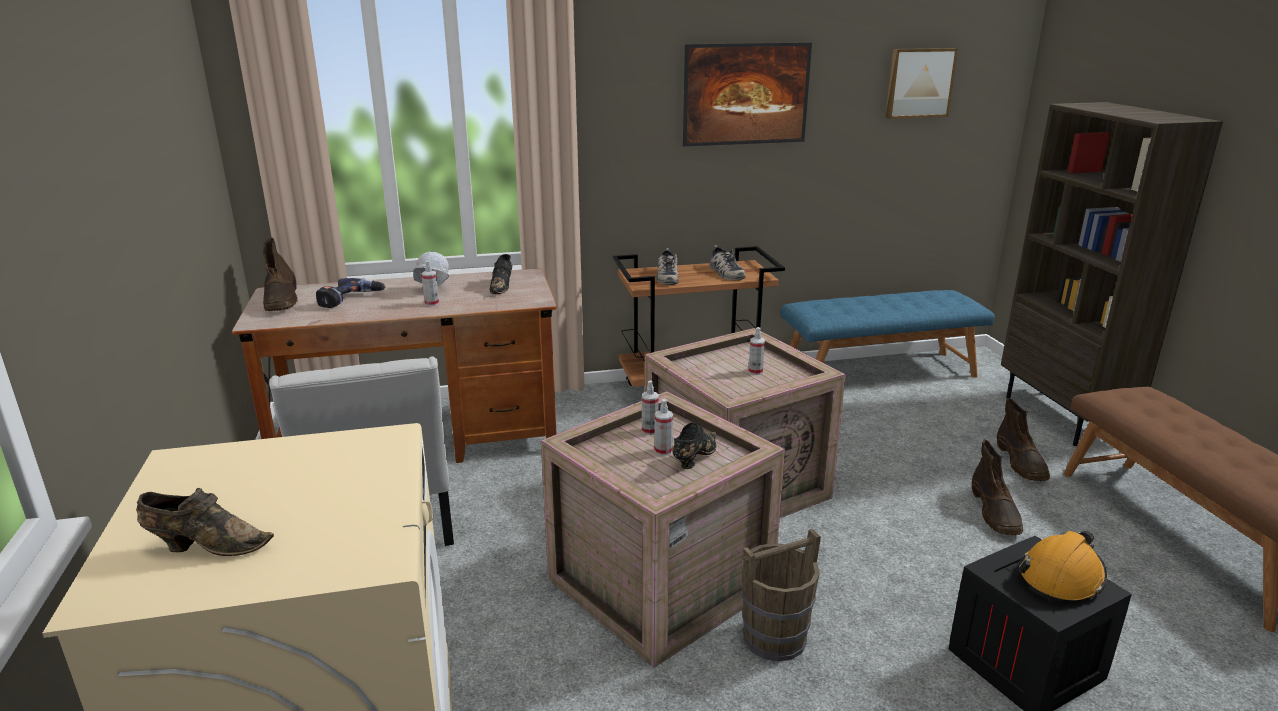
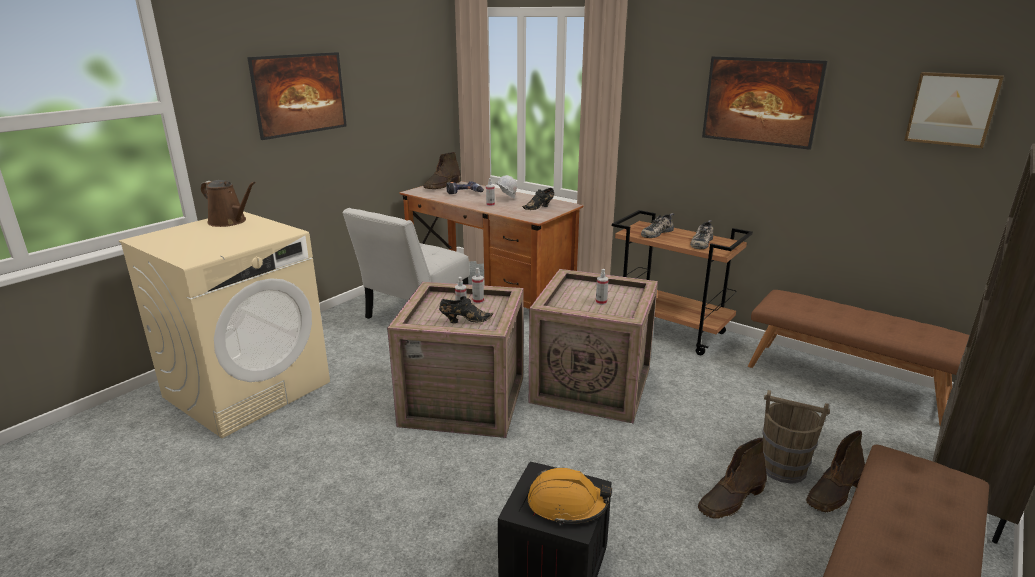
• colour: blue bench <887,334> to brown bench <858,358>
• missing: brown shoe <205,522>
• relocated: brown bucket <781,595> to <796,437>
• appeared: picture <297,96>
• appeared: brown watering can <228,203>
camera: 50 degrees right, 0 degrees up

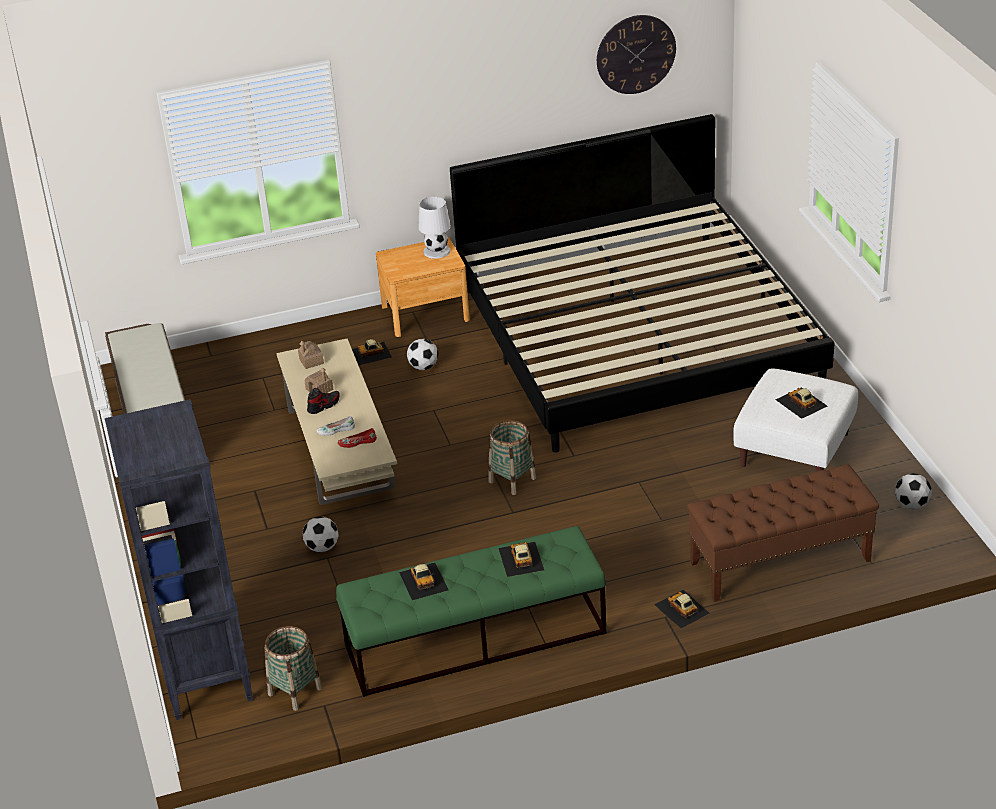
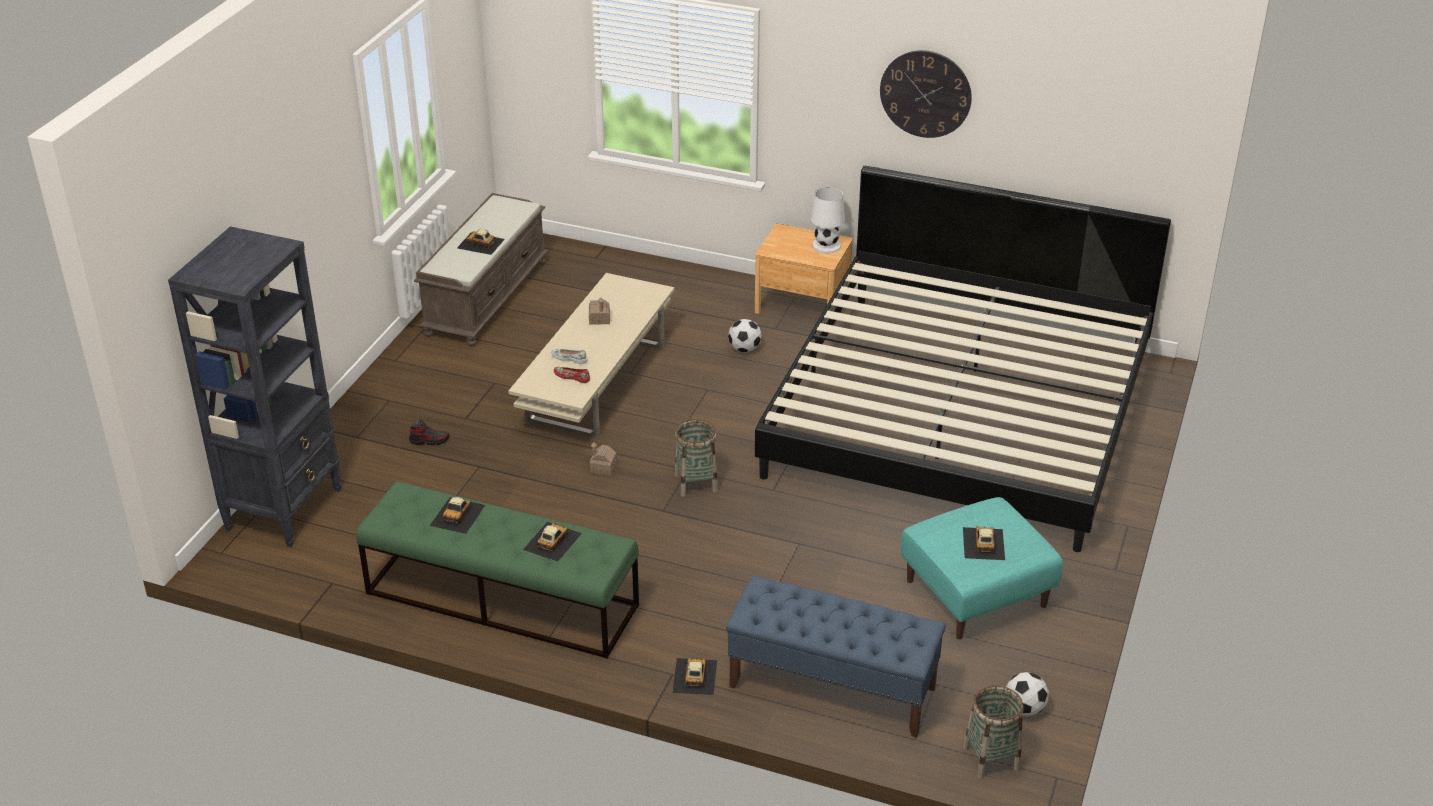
• relocated: wall clock <636,54> to <926,94>
• relocated: toy car <372,352> to <481,242>
• relocated: toy house <311,355> to <603,459>
• colour: white ottoman <795,419> to turquoise ottoman <982,568>
• relocated: shoe <323,401> to <429,432>
• colour: brown bench <783,533> to blue bench <836,657>
• missing: football <320,534>
• relocated: basket <293,668> to <993,732>
camera: 35 degrees right, 0 degrees up

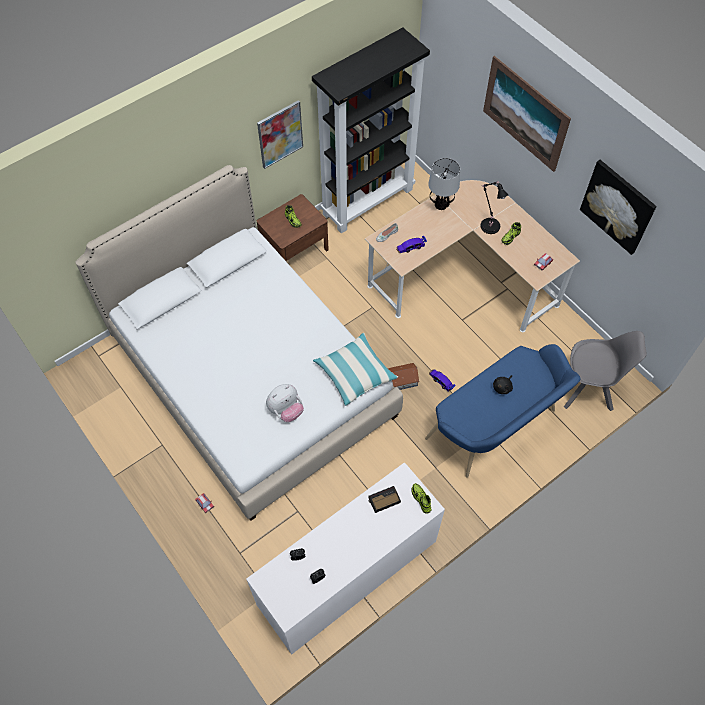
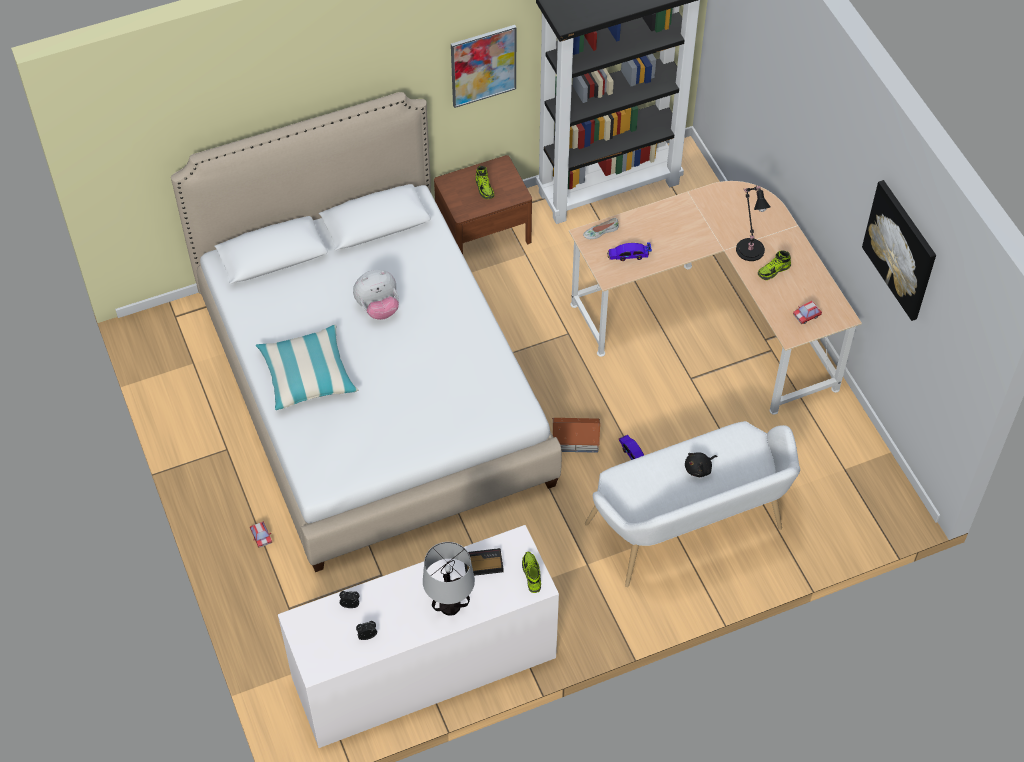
• missing: picture <527,114>
• relocated: table lamp <444,184> to <449,579>
• missing: grey chair <605,371>
• relocated: pillow <355,369> to <307,367>
• colour: blue bench <503,411> to white bench <692,504>
• relocated: plush toy <285,403> to <376,295>
camera: 15 degrees right, 5 degrees down

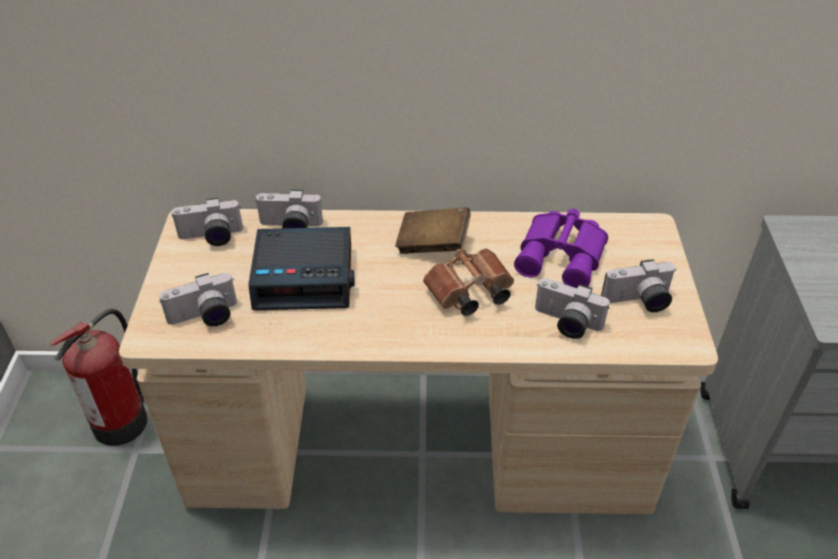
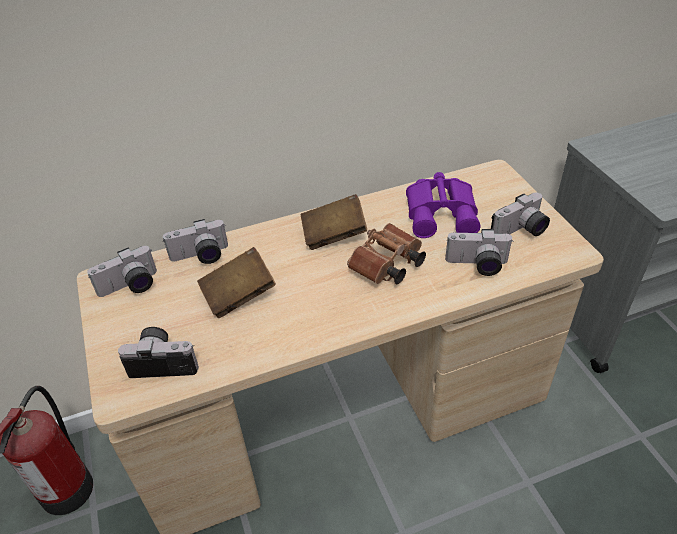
• exchanged: alarm clock <301,268> to brown book <236,282>
• spun: photo camera <198,299> = <158,352> 135 degrees counterclockwise
camera: 20 degrees left, 0 degrees up

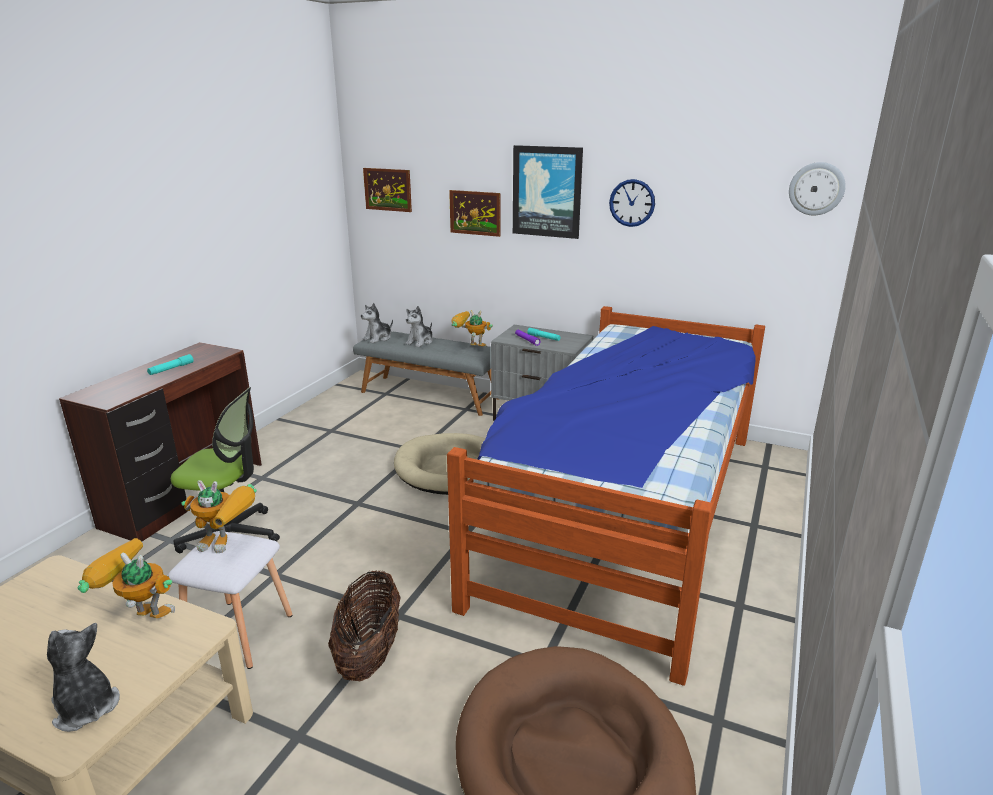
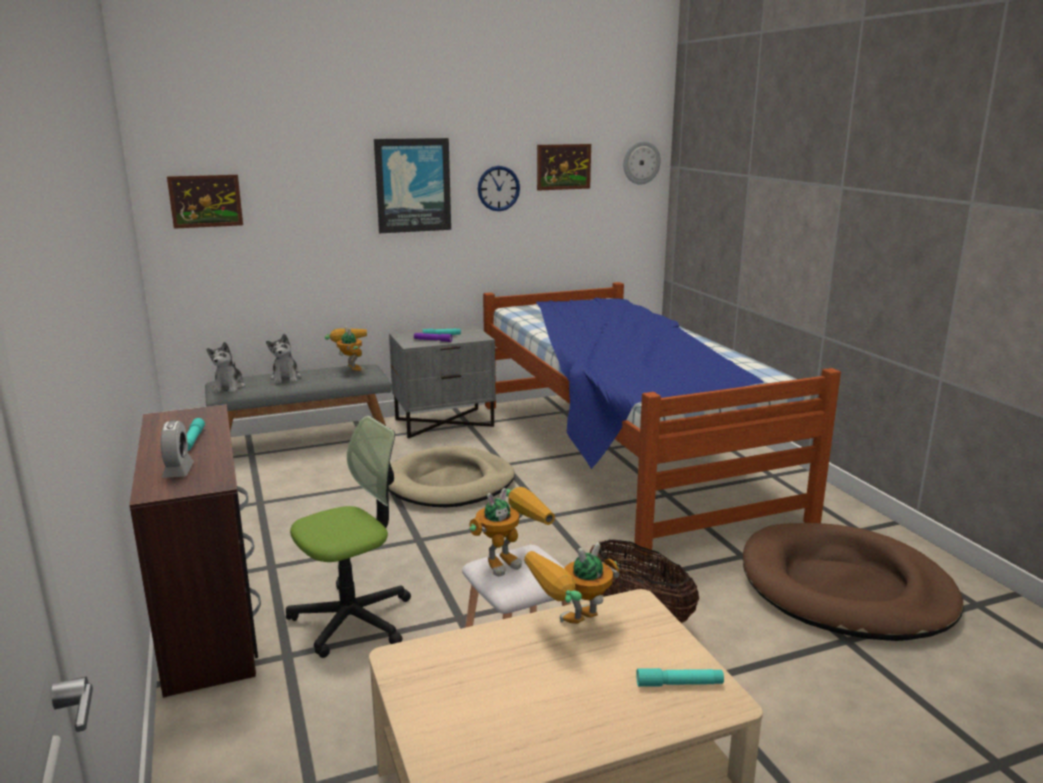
• relocated: picture <475,213> to <564,167>
• spun: toy robot <472,328> = <346,349> 90 degrees clockwise
• exchanged: plush toy <83,677> to turquoise flashlight <680,677>
• appeared: alarm clock <177,449>
camera: 45 degrees left, 5 degrees down

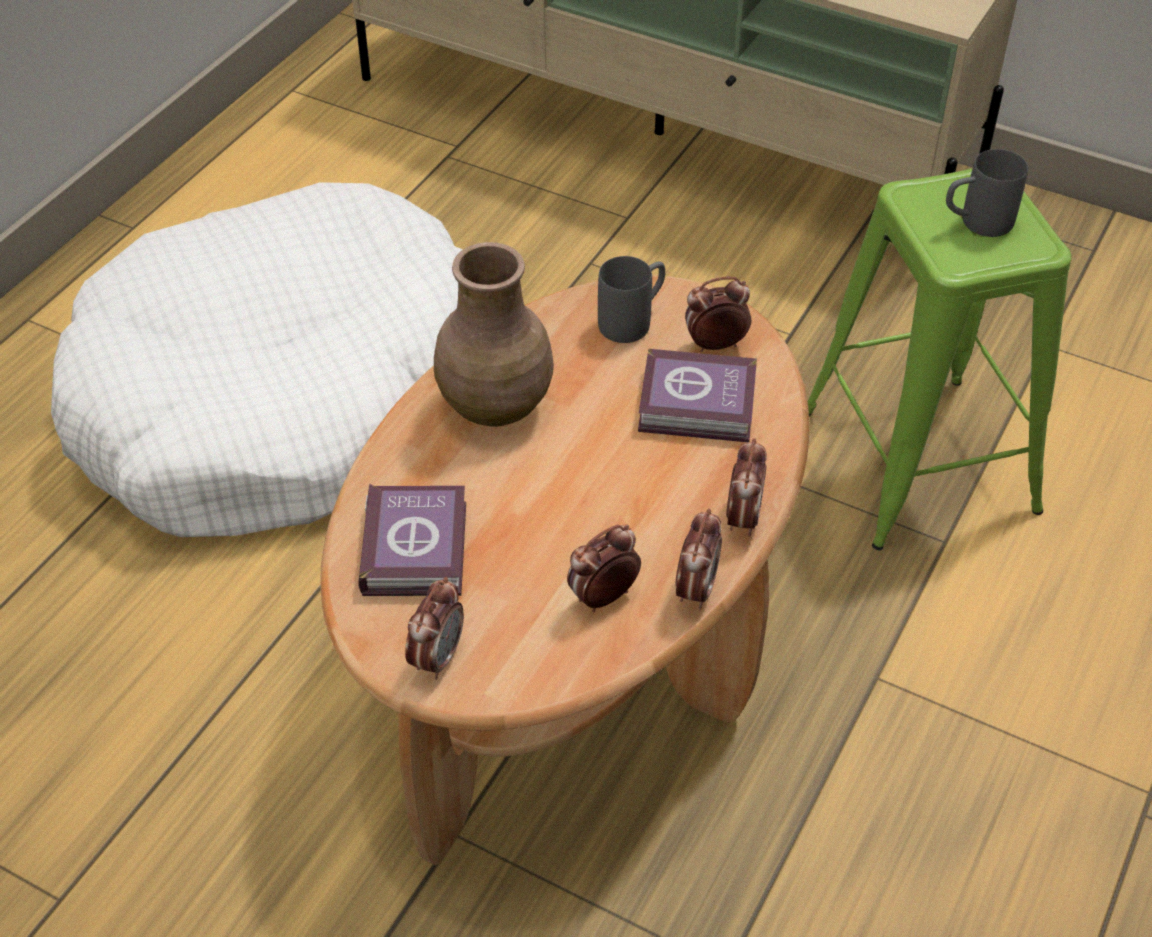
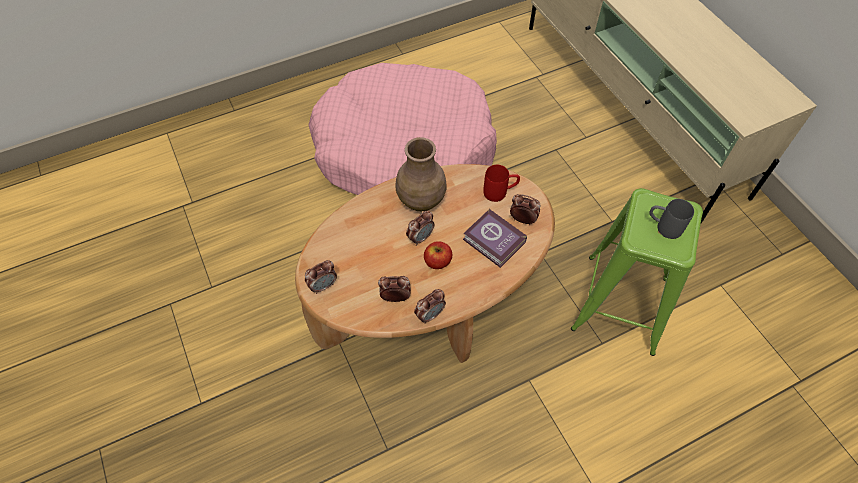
• colour: white dog bed <257,359> to pink dog bed <403,129>
• colour: grey mug <631,299> to red mug <501,183>
• relocated: alarm clock <746,487> to <420,228>
• missing: book <412,539>
• appeared: apple <438,255>
camera: 35 degrees right, 10 degrees up

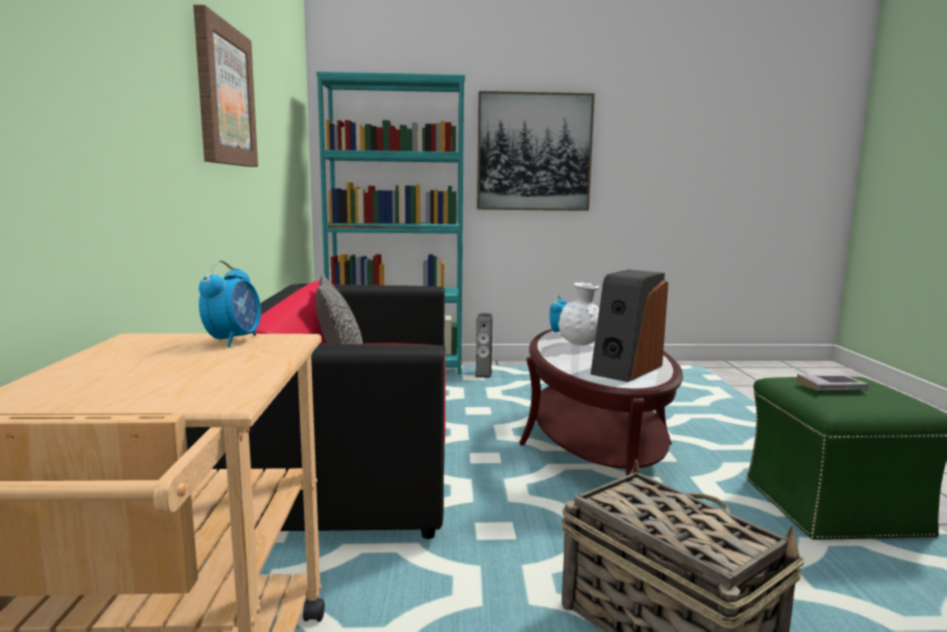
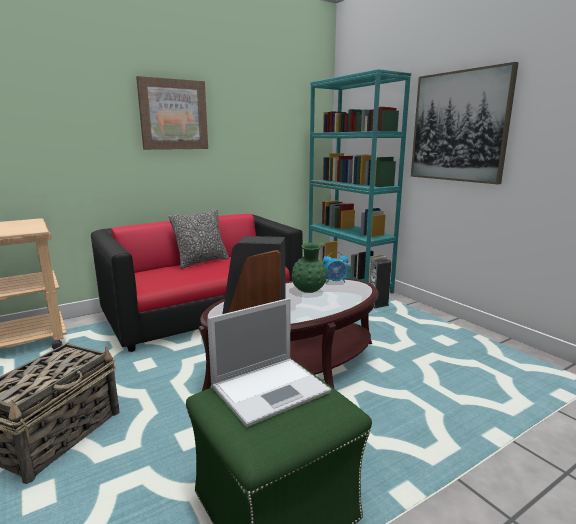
• missing: alarm clock <230,303>
• colour: white vase <578,314> to green vase <310,268>
• exchanged: book <832,382> to laptop <269,362>
camera: 60 degrees right, 5 degrees up

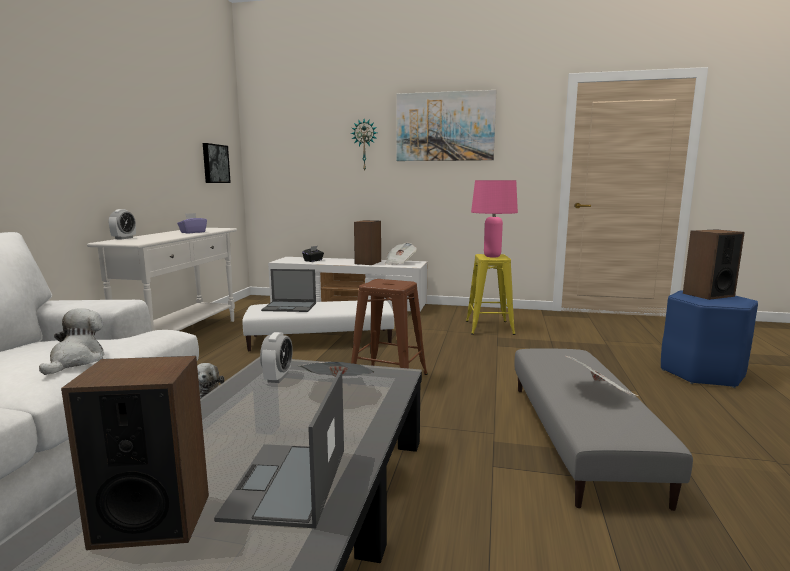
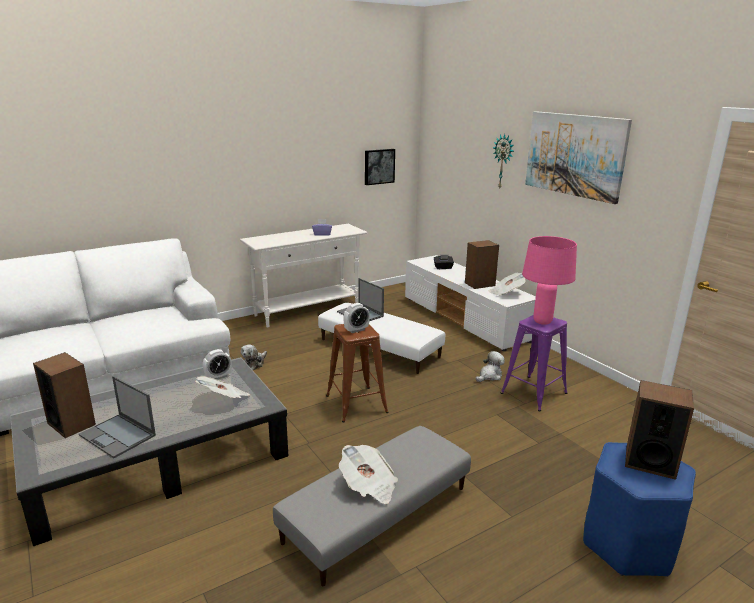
• relocated: alarm clock <122,224> to <356,318>
• colour: yellow stool <491,294> to purple stool <534,363>
• relocated: plush toy <72,341> to <490,366>
• spun: laptop <279,449> = <117,417> 105 degrees counterclockwise
camera: 45 degrees right, 10 degrees up

